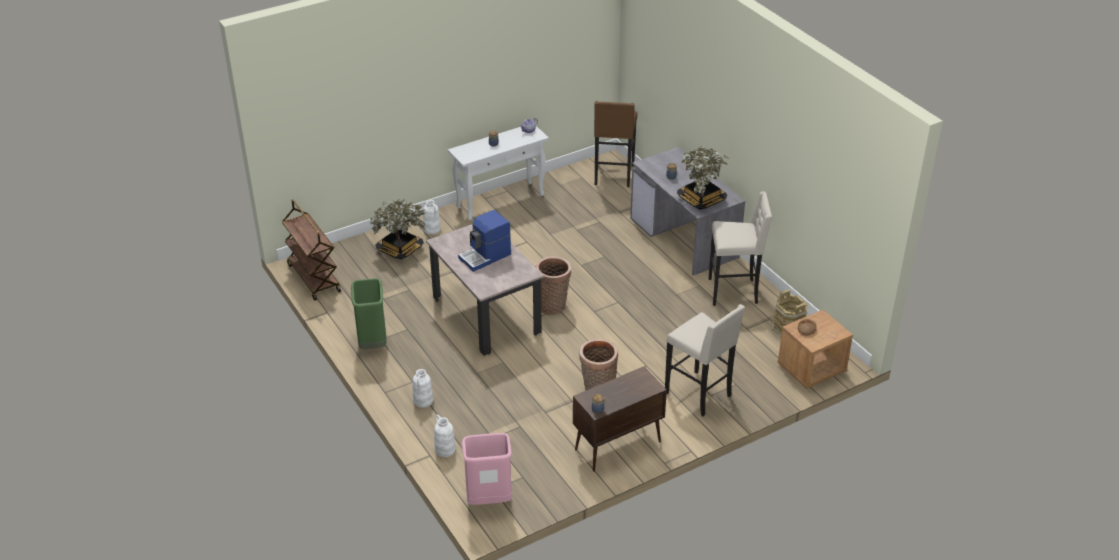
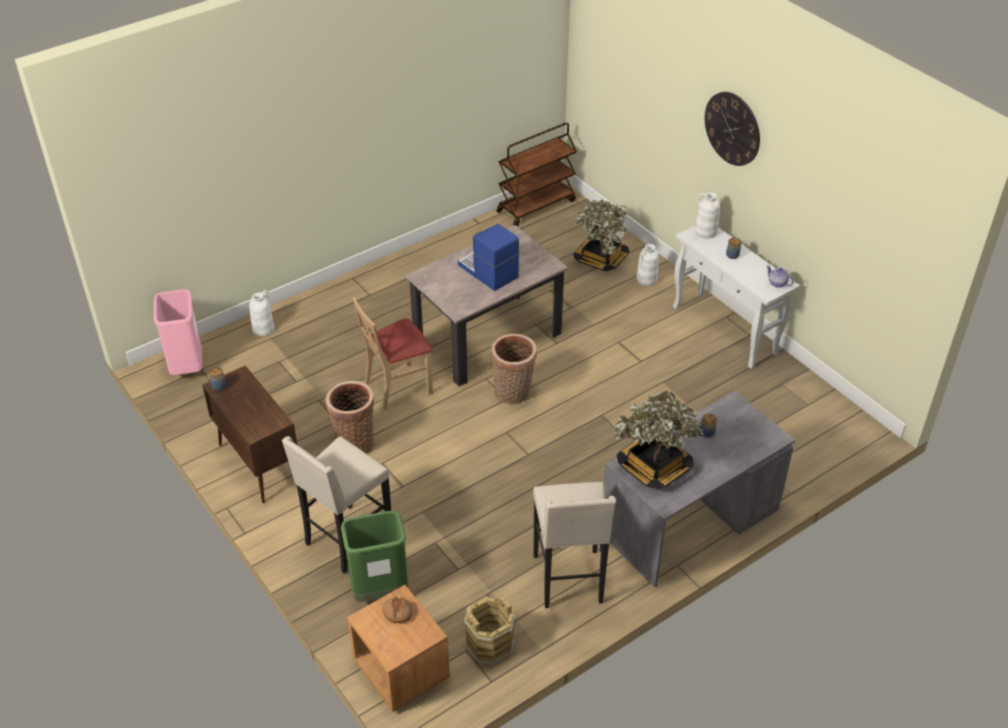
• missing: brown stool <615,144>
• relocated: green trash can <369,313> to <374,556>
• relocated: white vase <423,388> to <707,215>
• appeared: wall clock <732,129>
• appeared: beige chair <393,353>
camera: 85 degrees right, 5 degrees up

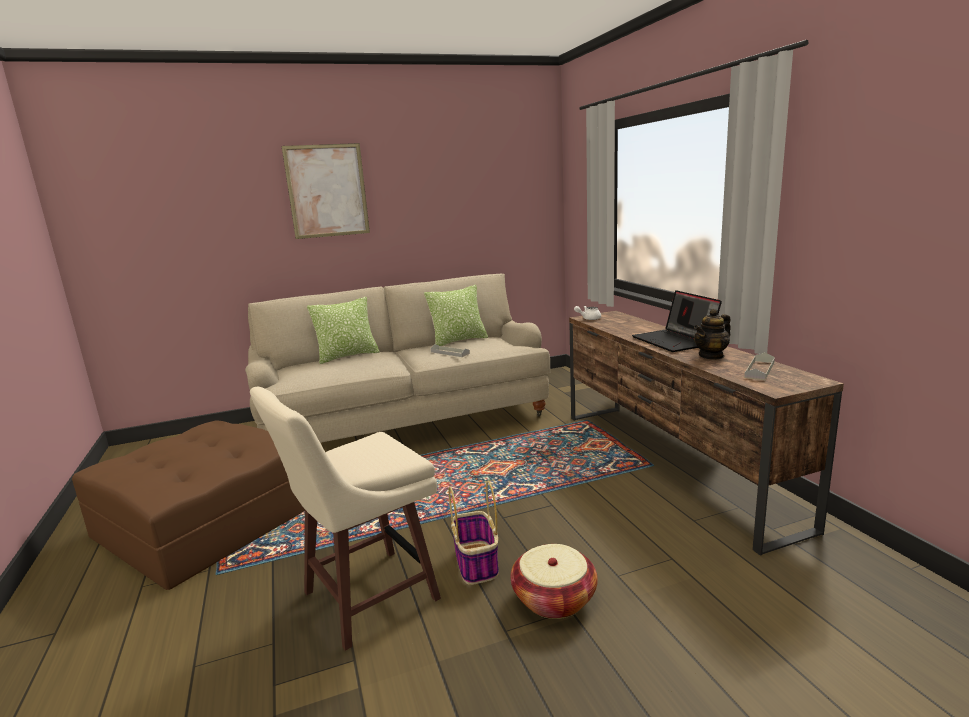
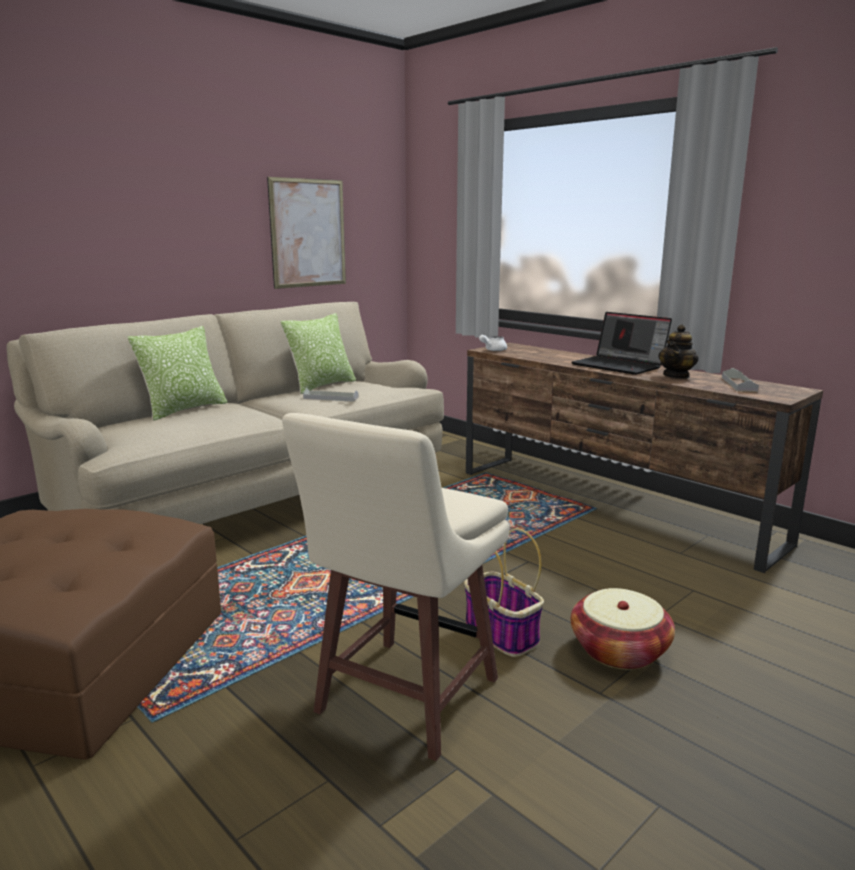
• relocated: picture <326,191> to <306,233>
camera: 25 degrees left, 0 degrees up

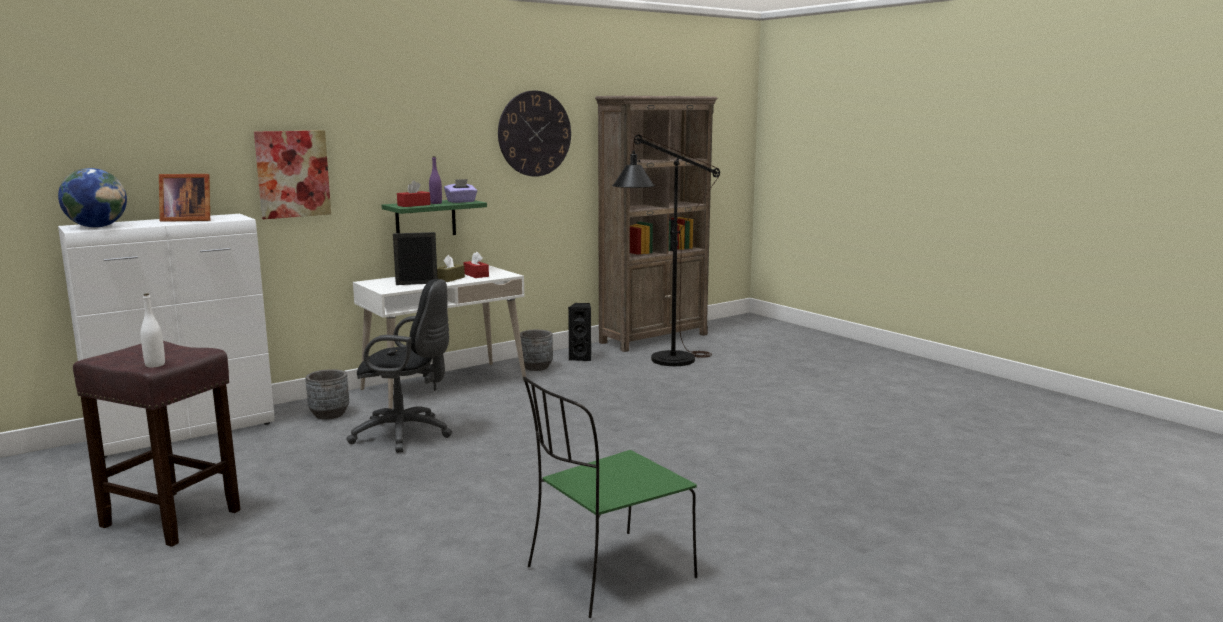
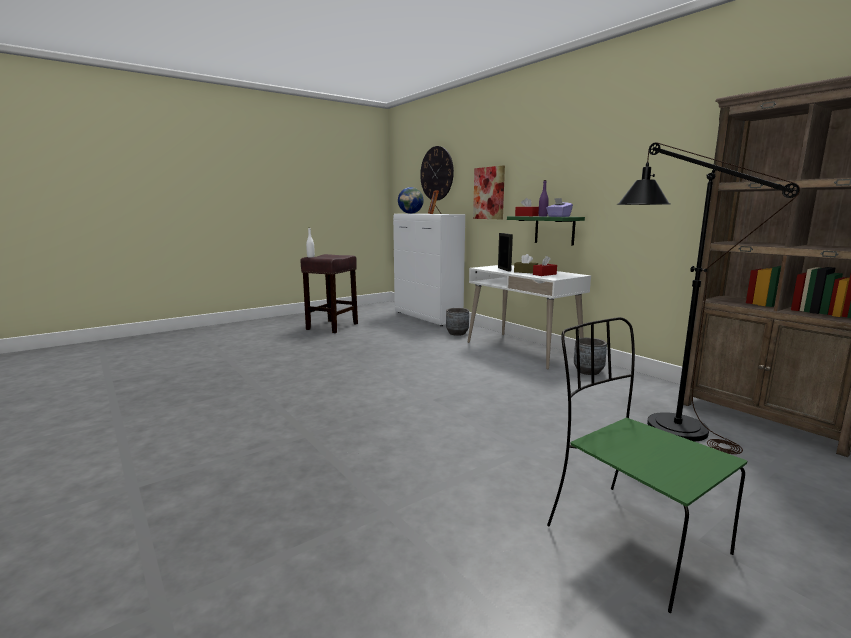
• relocated: wall clock <534,134> to <437,173>
• missing: black office chair <399,366>
• missing: black speaker <579,332>
• relocated: green chair <610,497> to <647,465>
camera: 90 degrees right, 0 degrees up

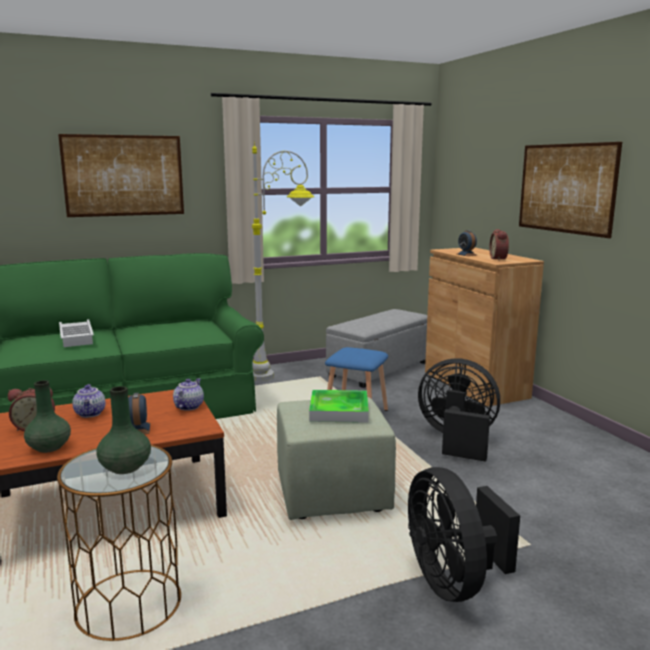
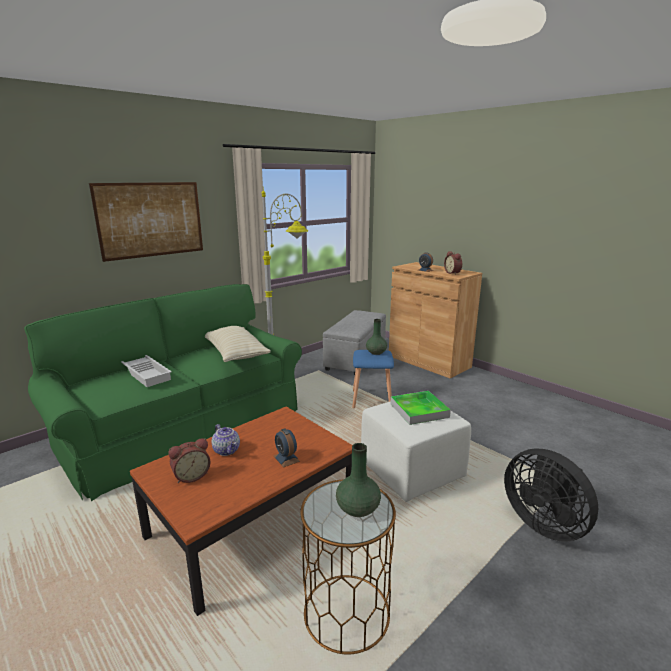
• missing: picture <570,190>
• missing: black fan <459,410>
• missing: teapot <188,394>
• relocated: green vase <47,416> to <376,337>
• colour: green ottoman <336,458> to white ottoman <416,451>
• appeared: beige pillow <238,344>
camera: 20 degrees left, 5 degrees up

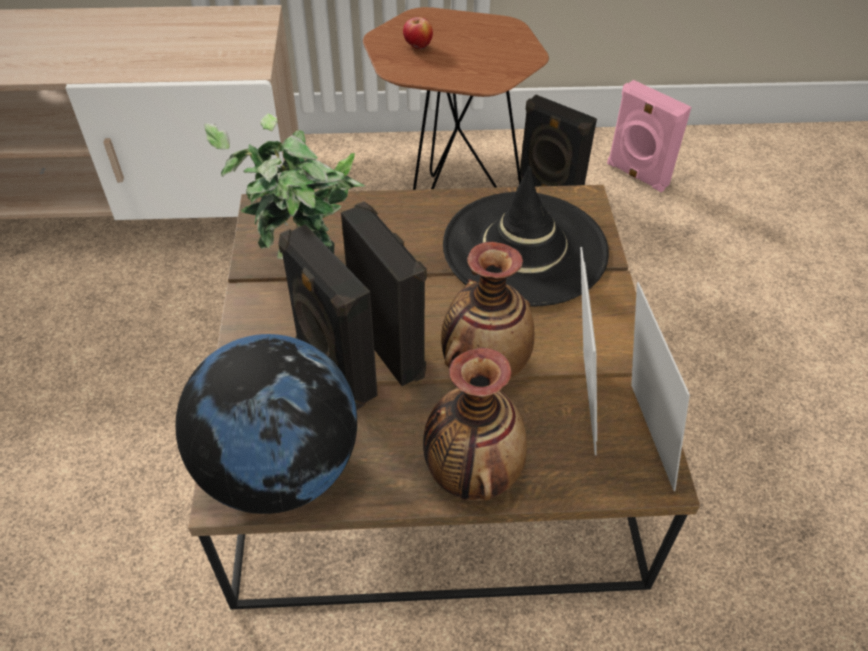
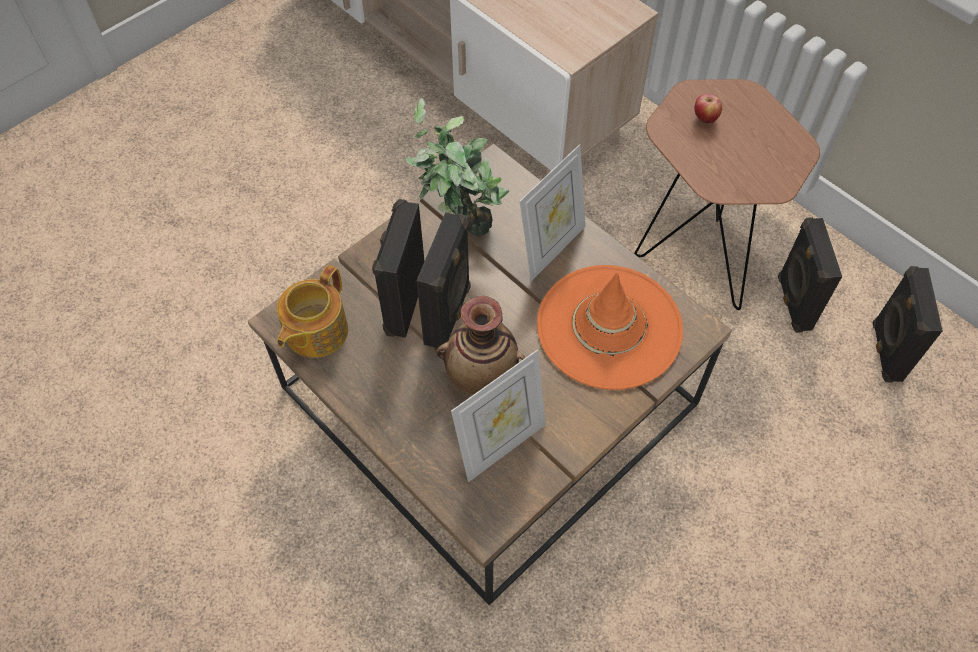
• colour: pink speaker <649,136> to black speaker <908,324>
• colour: black hat <526,236> to orange hat <610,327>
• relocated: picture frame <660,386> to <553,212>
• exchanged: globe <266,424> to teapot <312,311>
• missing: vase <475,424>
camera: 50 degrees right, 10 degrees up

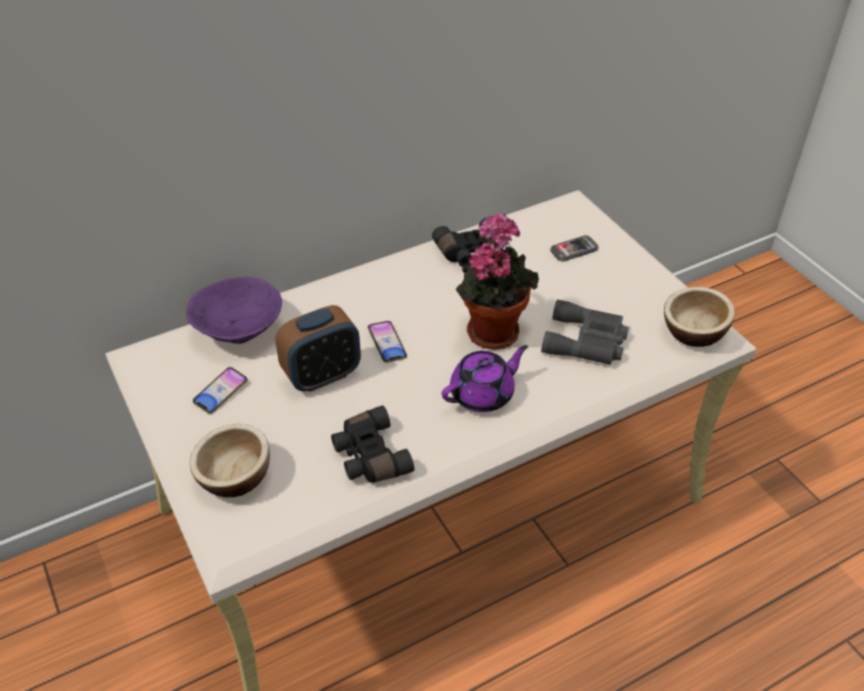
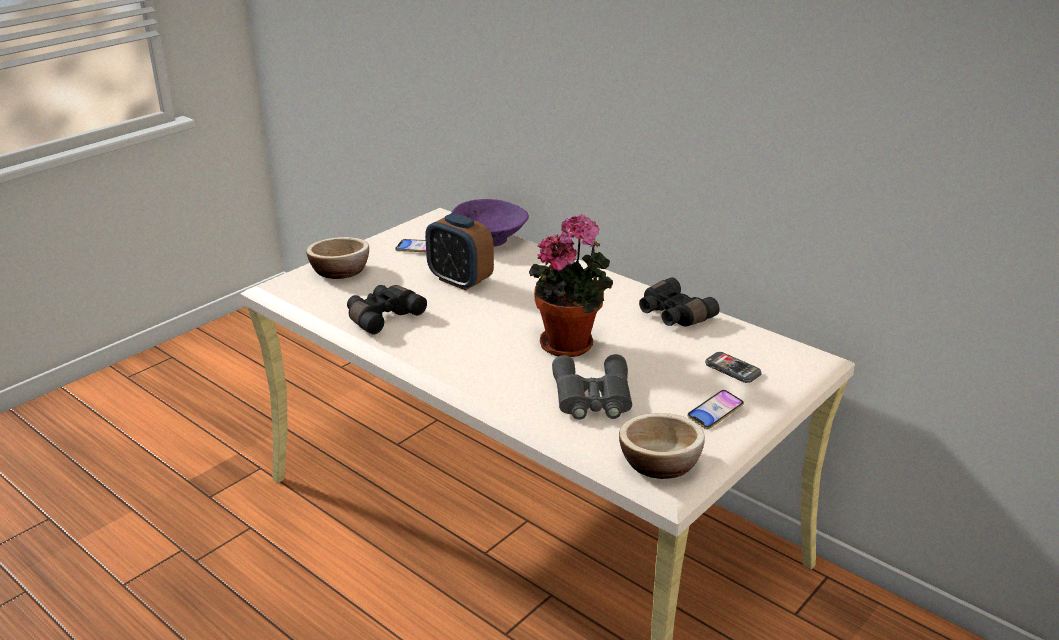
• relocated: phone <387,342> to <715,409>
• missing: purple teapot <485,378>
camera: 70 degrees right, 15 degrees down

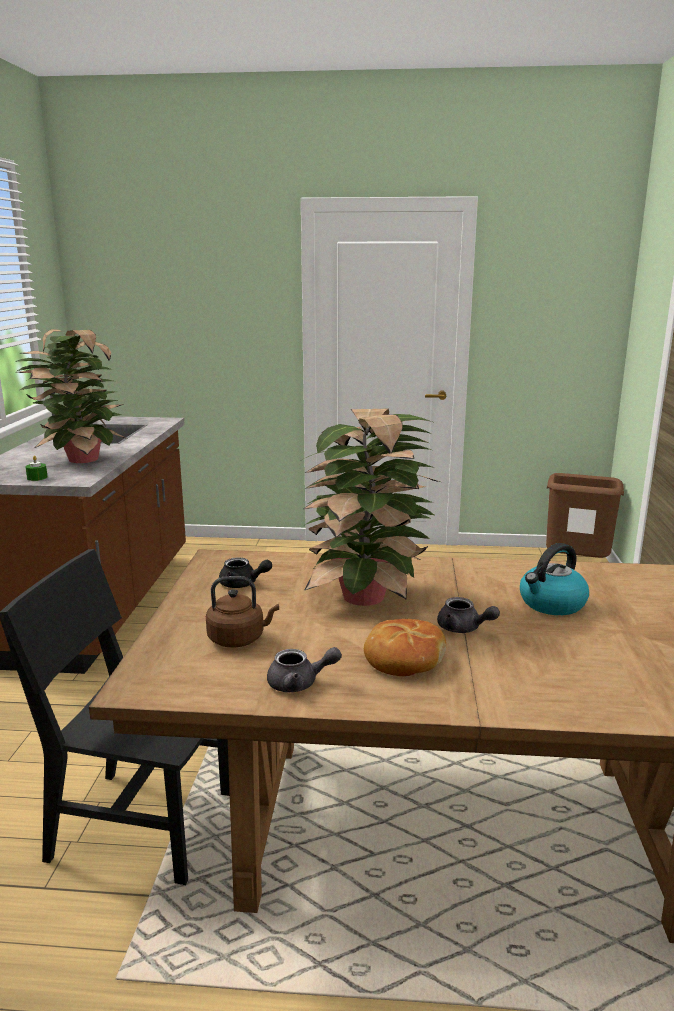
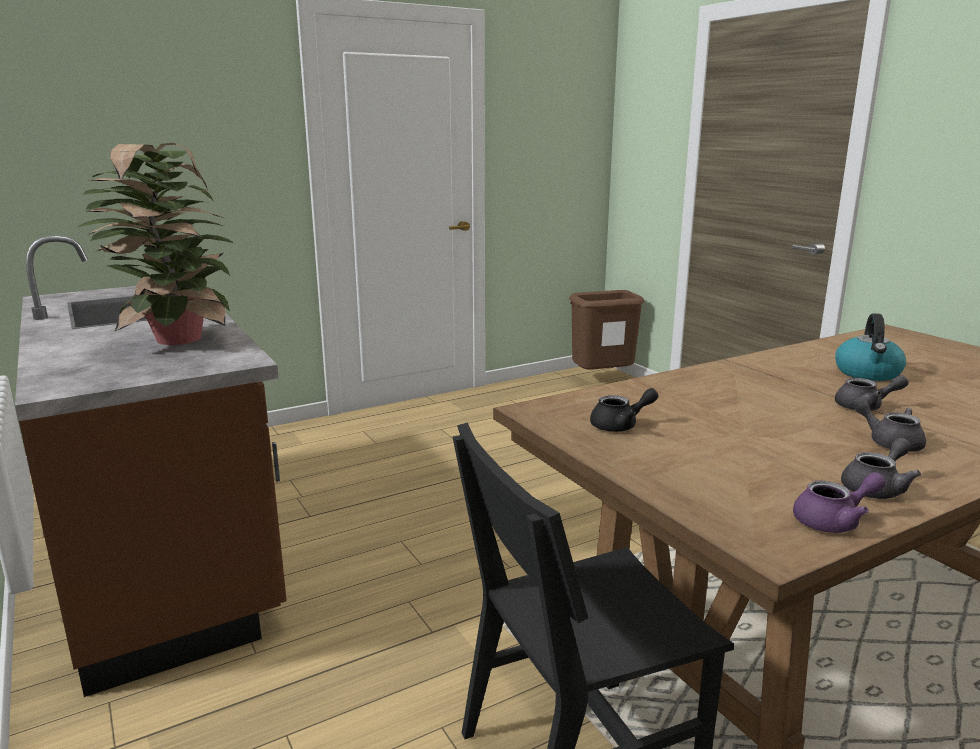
• missing: potted plant <371,507>
• missing: green candle <36,468>
• missing: brown kettle <242,612>
• exchanged: bread <405,647> to grey teapot <889,424>
• appeared: purple teapot <839,502>
camera: 35 degrees left, 0 degrees up

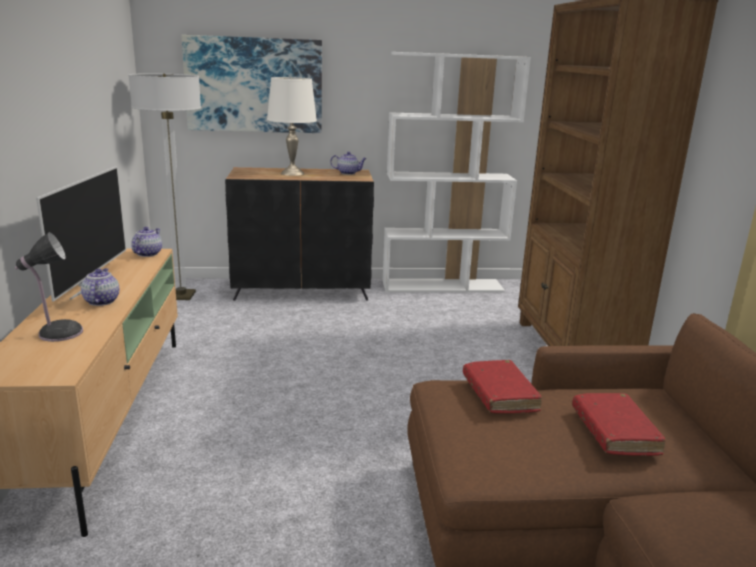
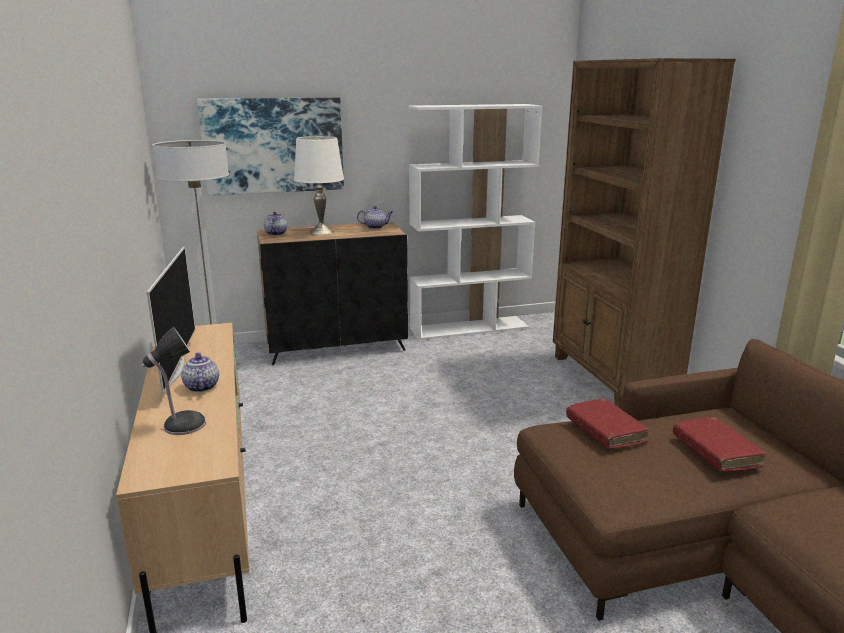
• relocated: teapot <147,242> to <275,224>
camera: 10 degrees left, 0 degrees up

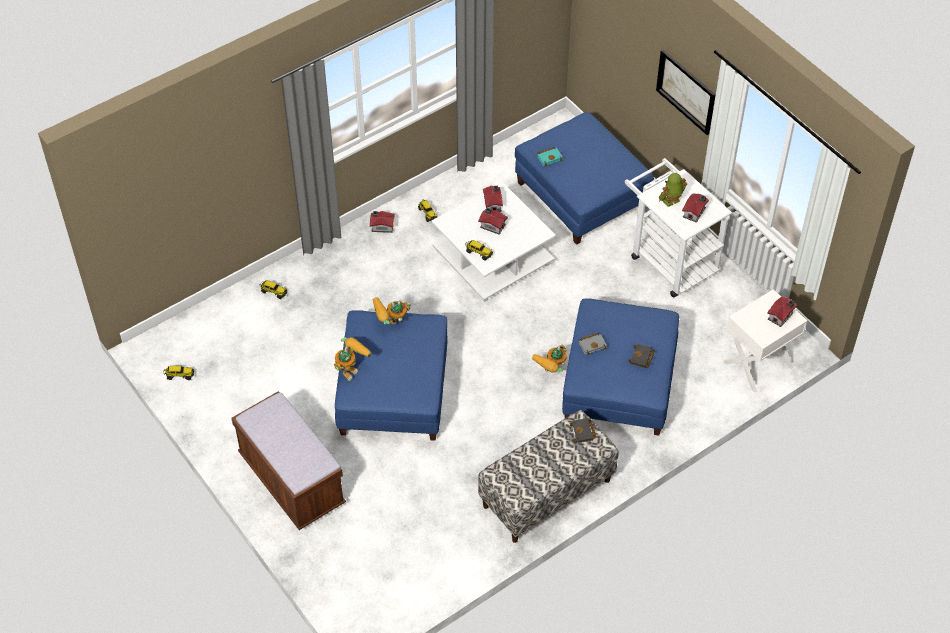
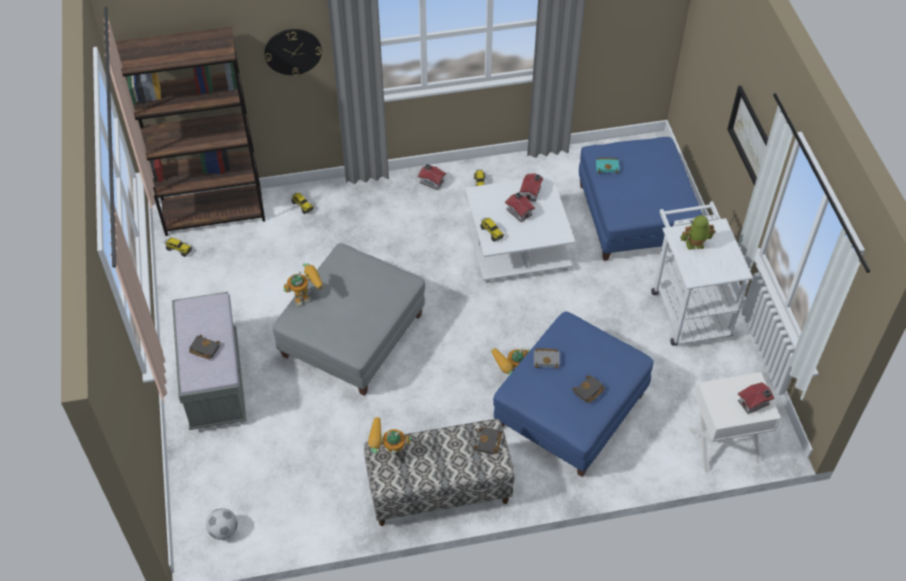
• missing: toy house <695,208>
• relocated: toy robot <392,310> to <390,435>
• colour: blue ottoman <391,375> to grey ottoman <349,319>
• colour: brown bench <288,460> to grey bench <209,361>
• appeared: brown bookcase <190,131>
• appeared: wall clock <293,52>
• appeared: black book <204,347>
• appeared: football <221,524>
camera: 25 degrees right, 0 degrees up

